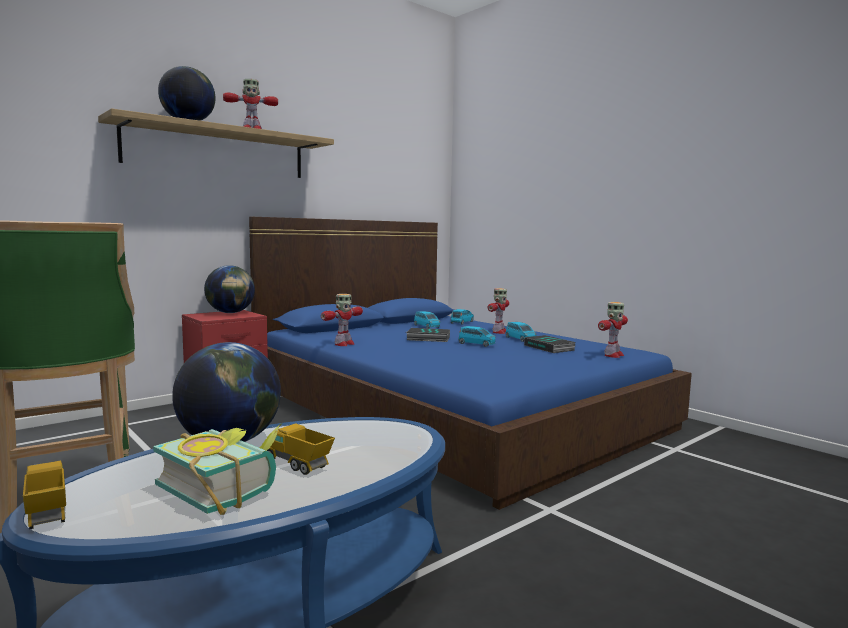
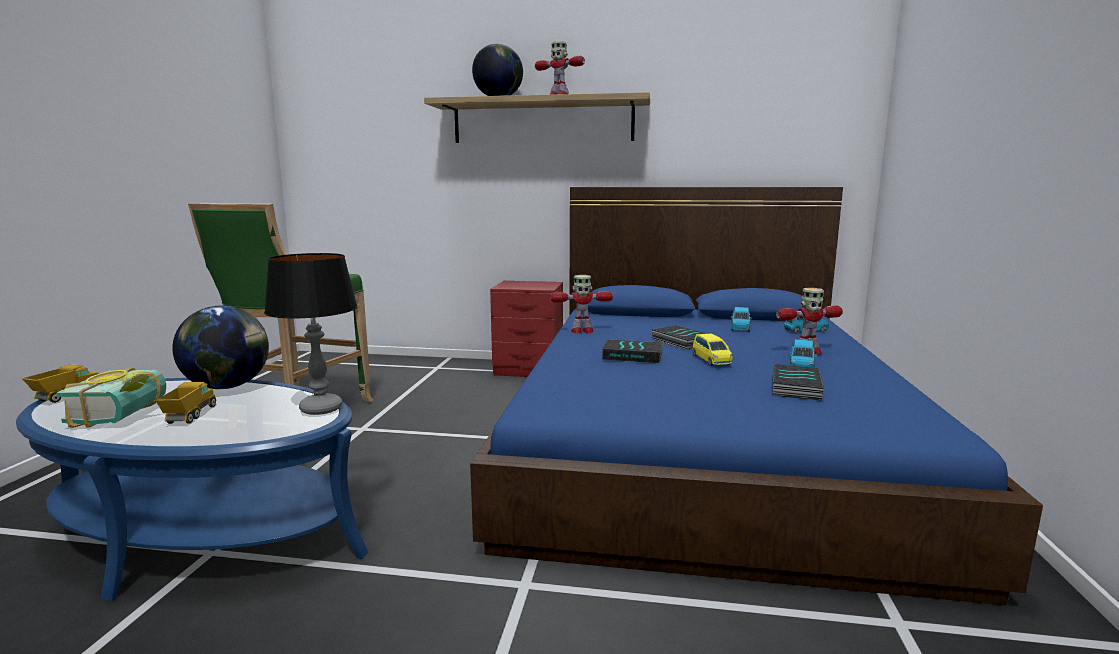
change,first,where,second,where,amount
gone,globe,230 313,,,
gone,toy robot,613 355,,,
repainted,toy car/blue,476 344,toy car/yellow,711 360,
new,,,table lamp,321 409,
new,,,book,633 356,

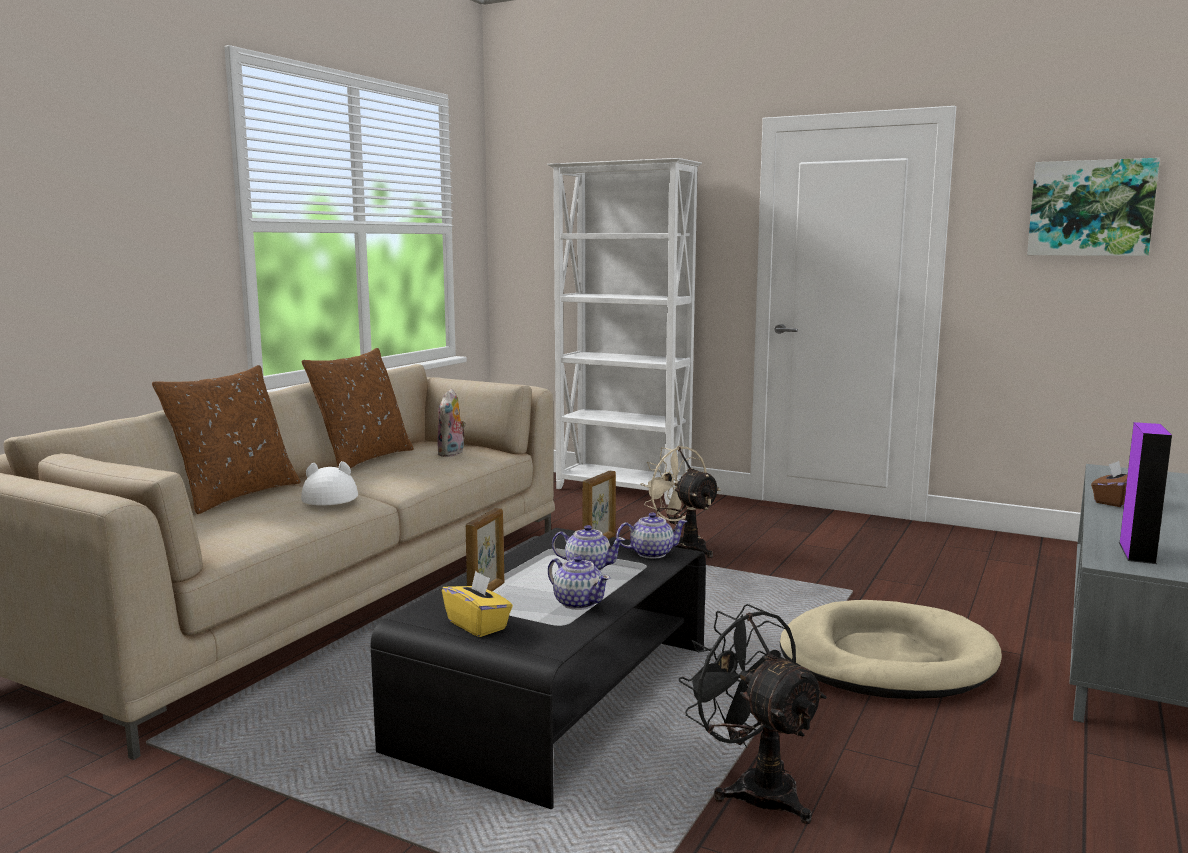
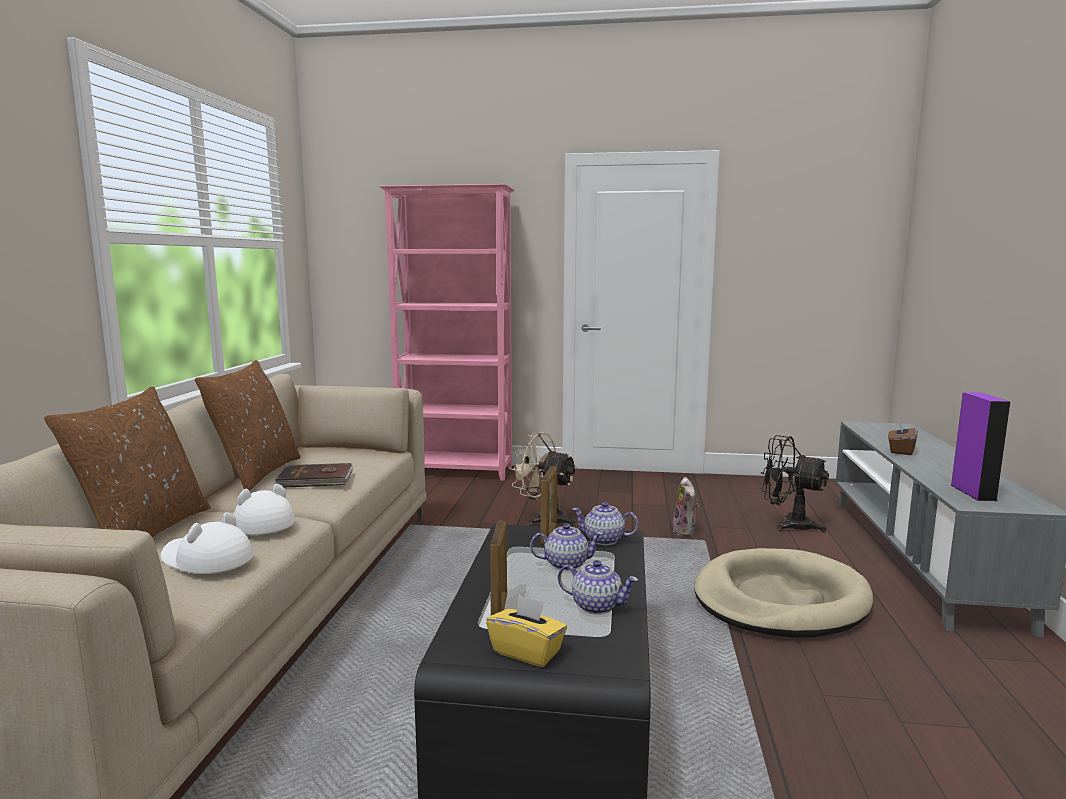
change,first,where,second,where,amount
repainted,bookcase/white,623 491,bookcase/pink,456 472,
gone,picture,1091 208,,,
shifted,plush toy,452 453,,686 531,
rotated,teapot,651 553,,604 540,135 degrees counterclockwise
shifted,fan/black,754 787,,788 524,
new,,,book/brown,315 479,
new,,,hat/white,206 560,

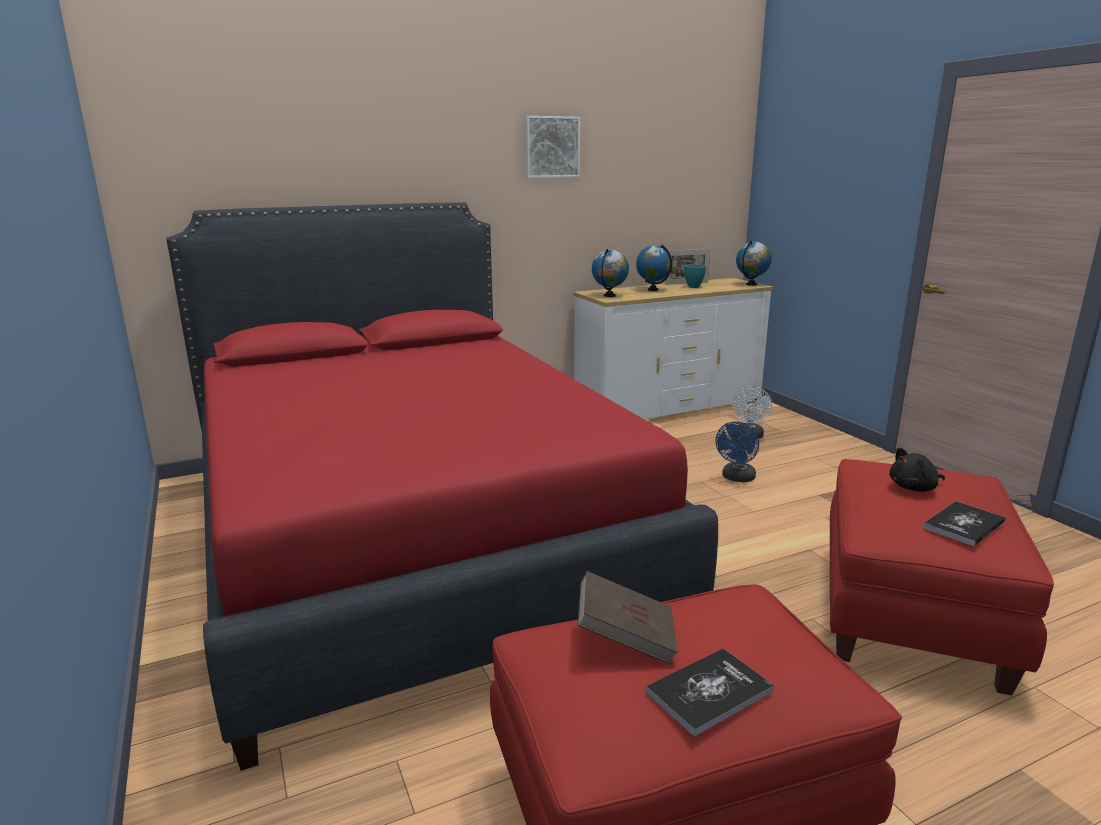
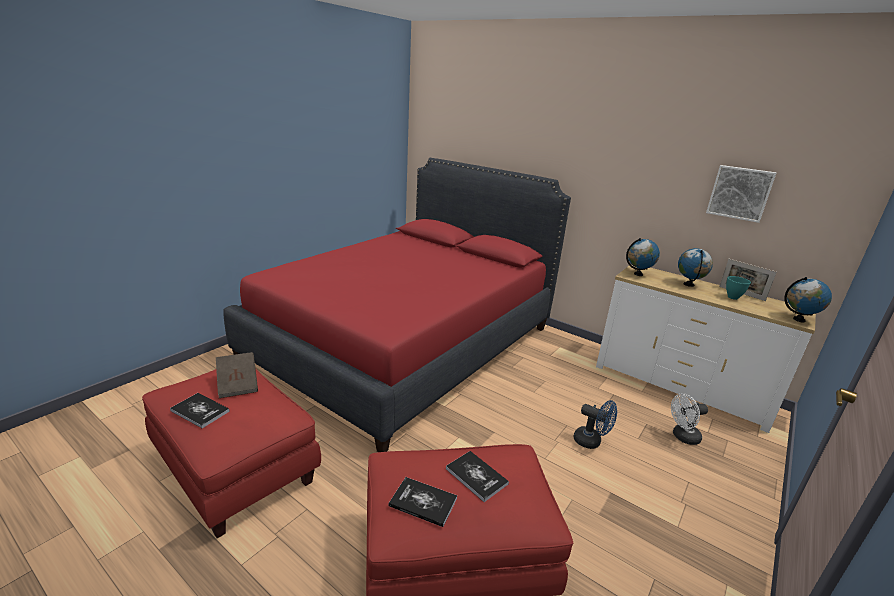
change,first,where,second,where,amount
shifted,picture,551 147,,740 193,
rotated,fan/blue,737 478,,591 442,150 degrees counterclockwise
swapped,plush toy/black,914 488,book,476 476,

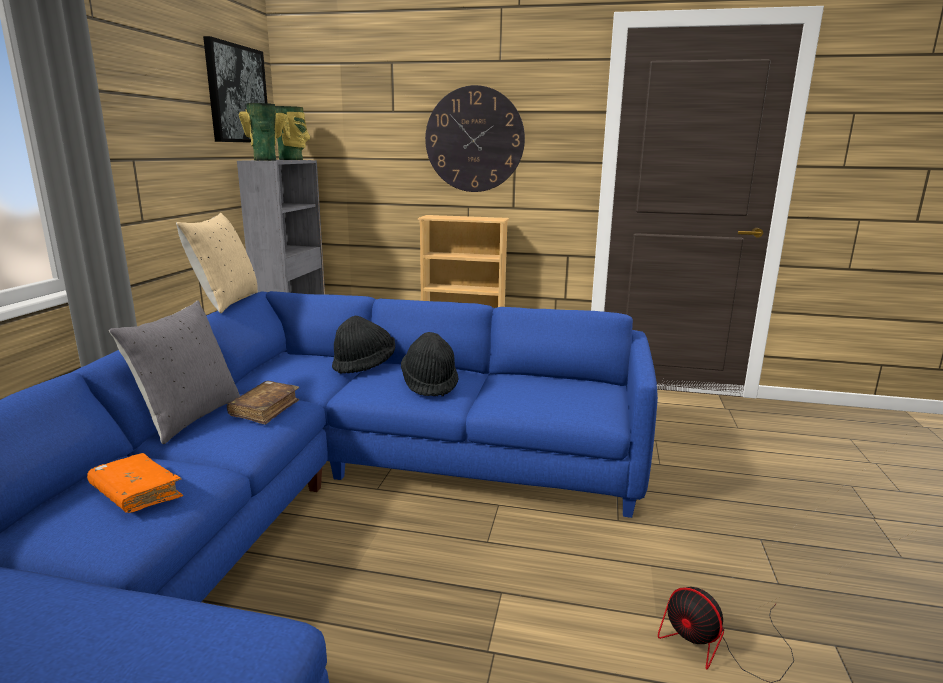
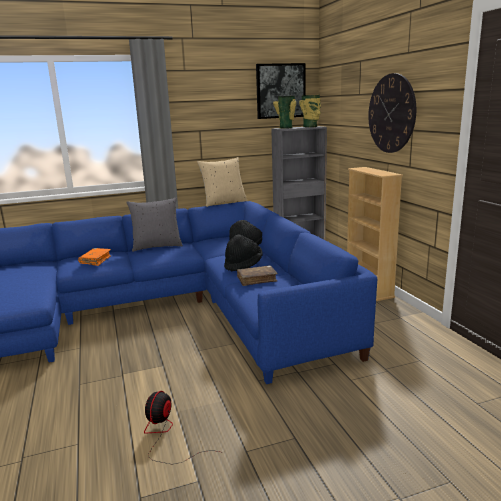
change,first,where,second,where,amount
shifted,book/brown,265 409,,257 280,

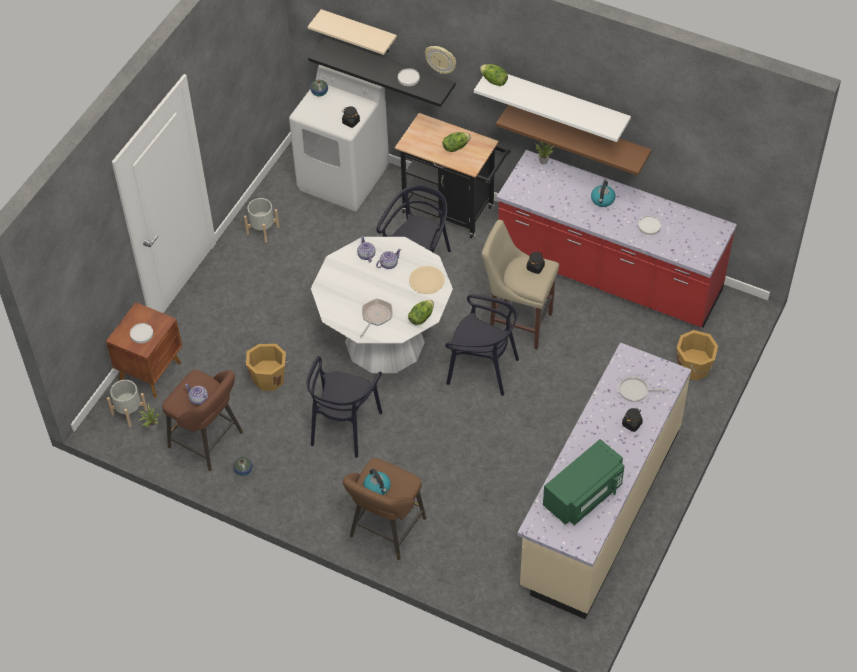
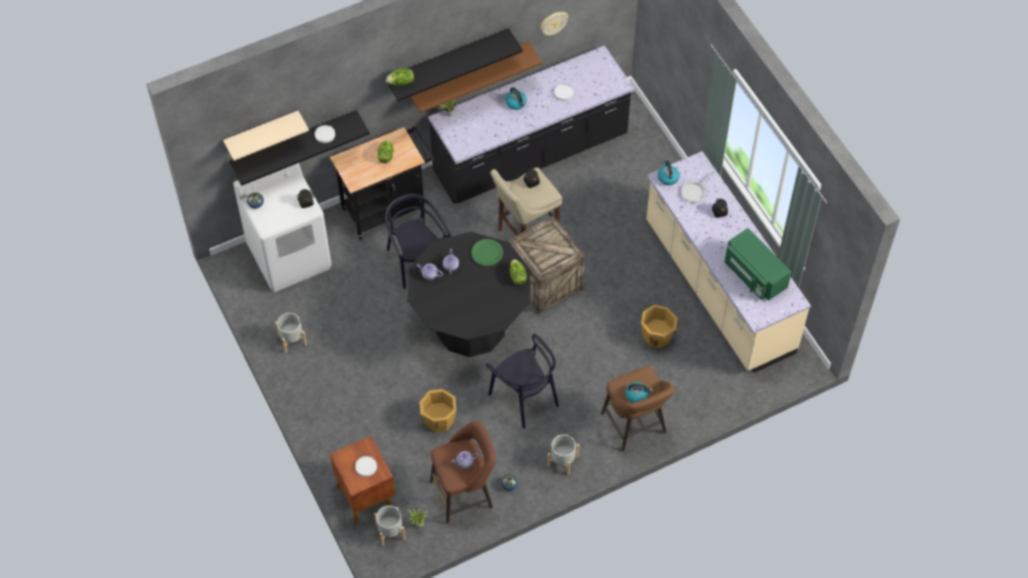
change,first,where,second,where,amount
shifted,wall clock,441 59,,553 23,
repainted,shelf/white,558 101,shelf/black,447 60,
repainted,counter/red,608 275,counter/black,531 155,
repainted,dining table/white,384 342,dining table/black,470 326,
repainted,plate/beige,426 281,plate/green,487 253,
swapped,chair/black,482 369,crate,546 281,
gone,frying pan,375 316,,,
shifted,bucket/orange,694 367,,657 335,
rotated,microwave/green,584 495,,754 275,150 degrees clockwise
new,,,kettle,667 177,
new,,,planter/grey,563 461,

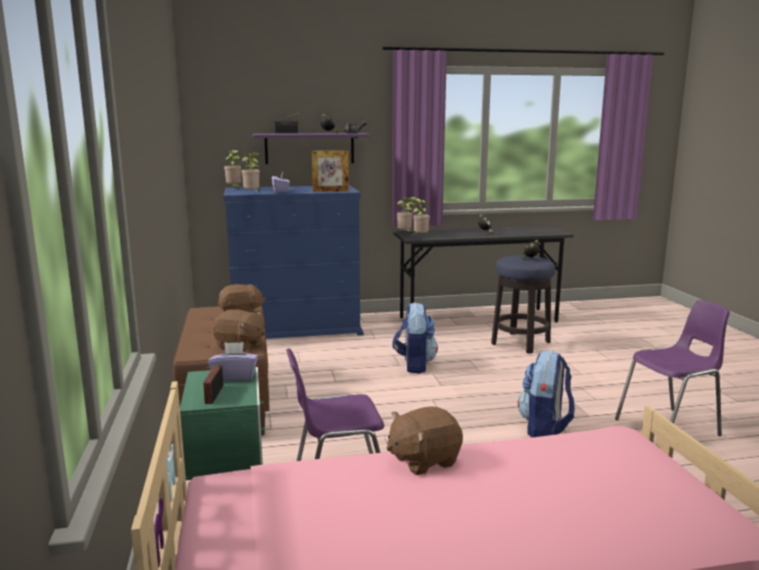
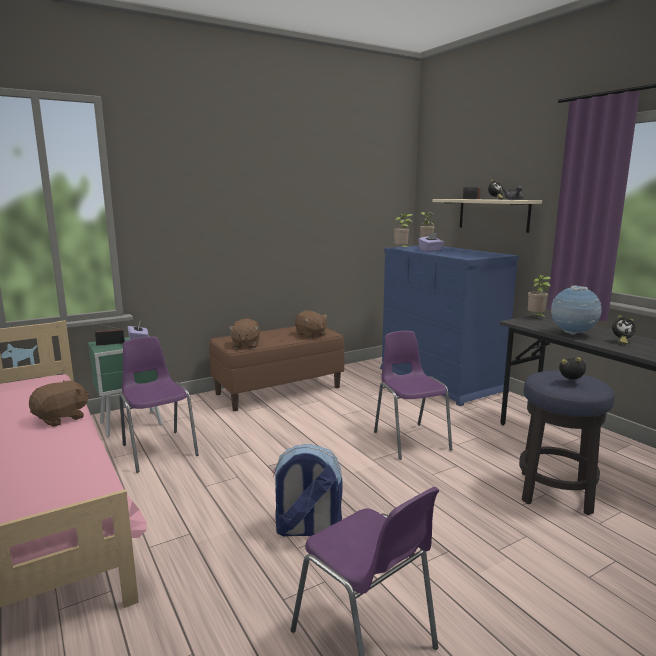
change,first,where,second,where,amount
repainted,shelf/purple,309 148,shelf/beige,493 214,
gone,picture frame,330 191,,,
gone,potted plant,419 237,,,
swapped,backpack,414 365,chair/purple,410 440,
rotated,plush toy/brown,423 460,,61 418,90 degrees clockwise
new,,,globe,572 334,

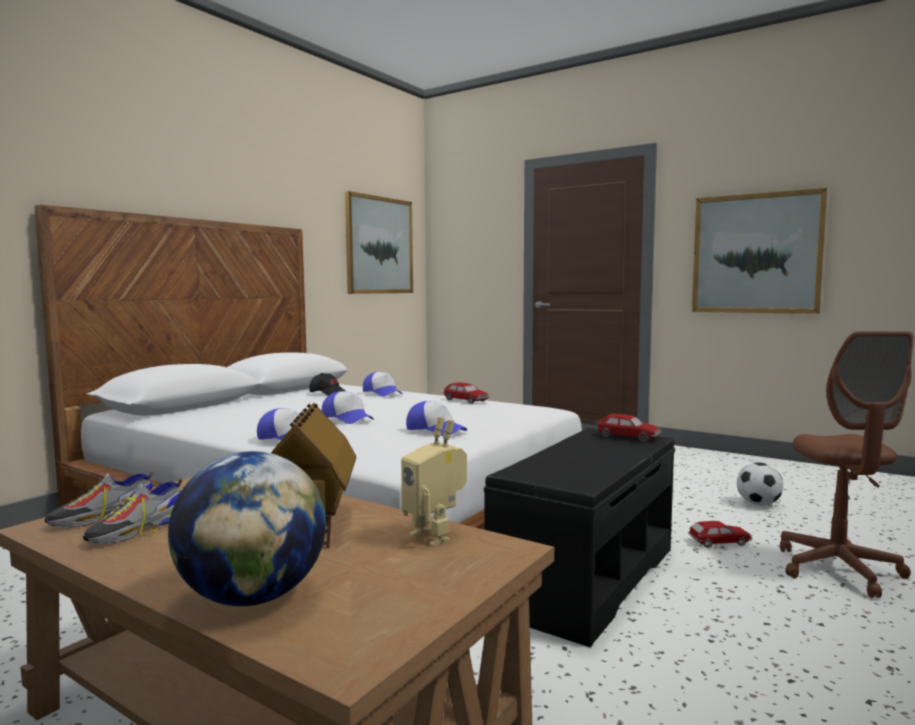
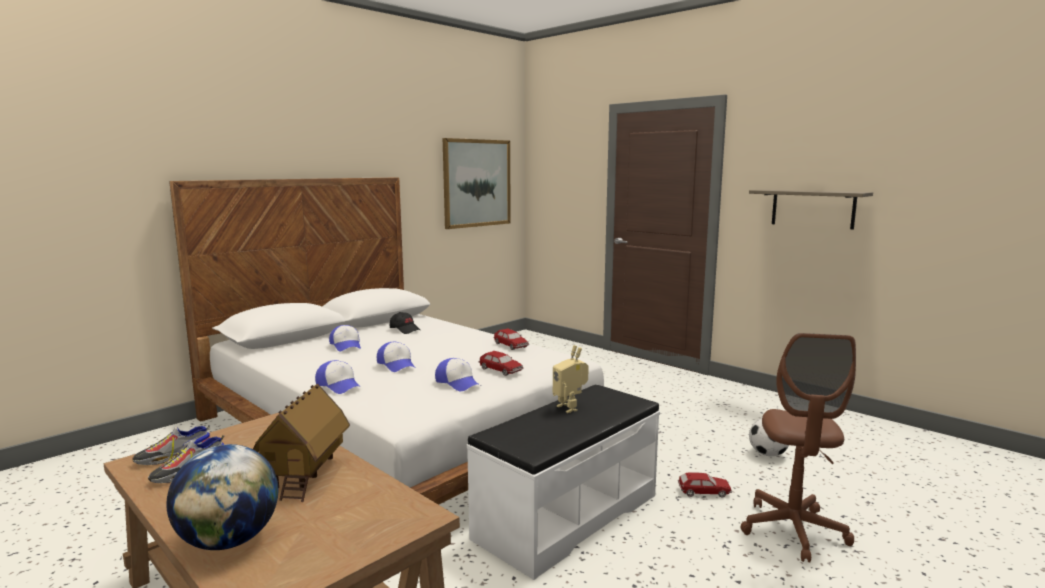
change,first,where,second,where,amount
swapped,picture,756 253,shelf,812 208,
shifted,cap,383 393,,346 345,
shifted,toy car,628 437,,501 370,
shifted,toy robot,435 535,,570 407,
repainted,bench/black,585 578,bench/white,566 515,

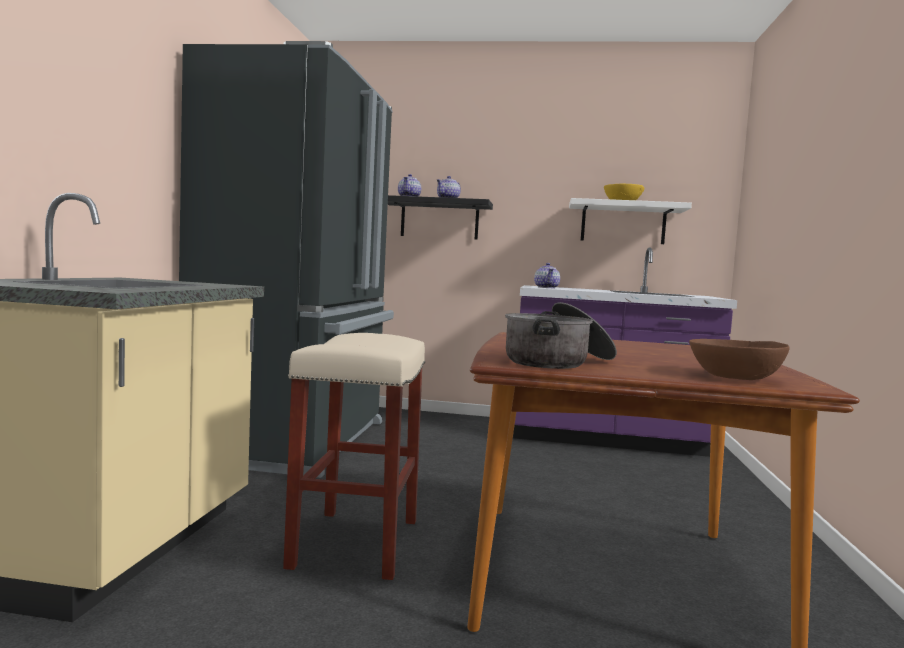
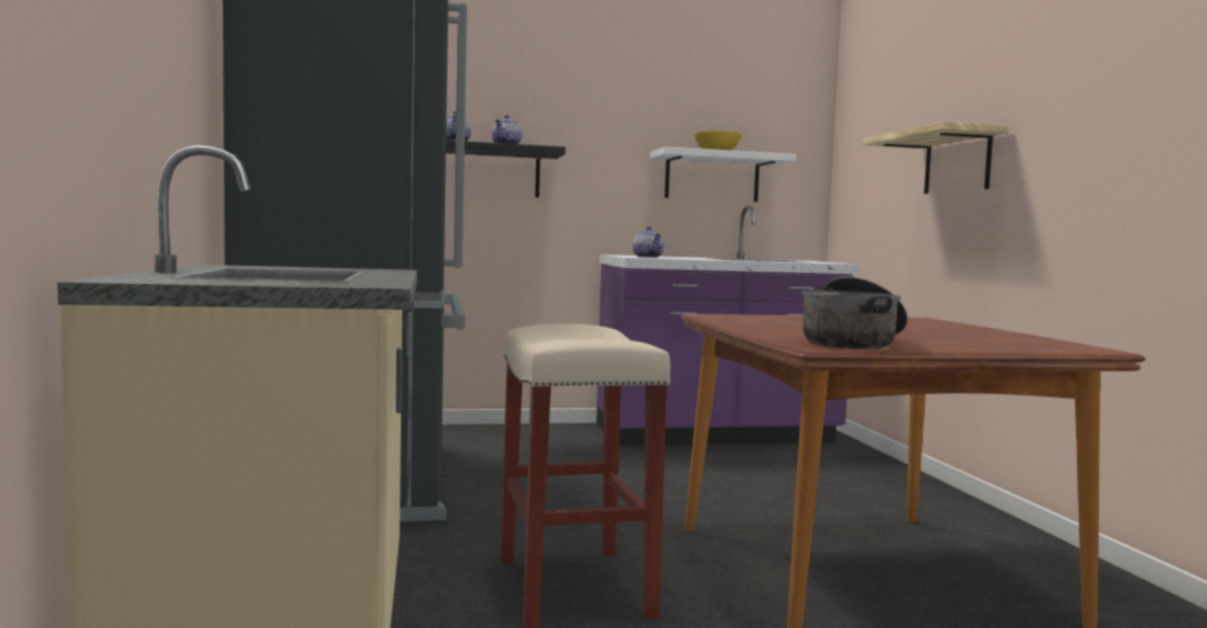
change,first,where,second,where,amount
gone,bowl/brown,734 377,,,
new,,,shelf,957 162,

